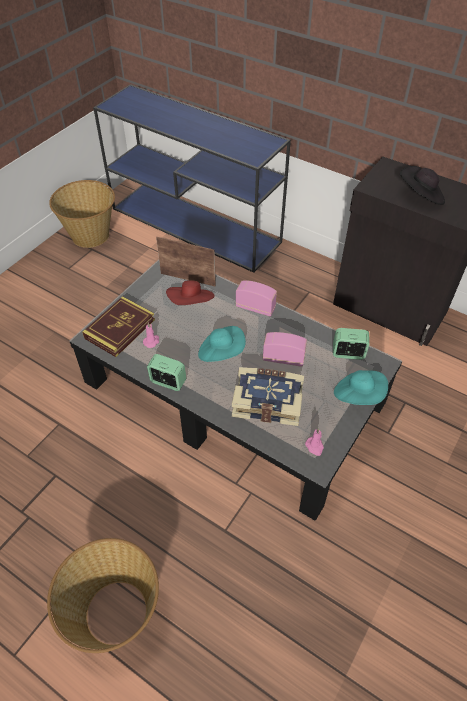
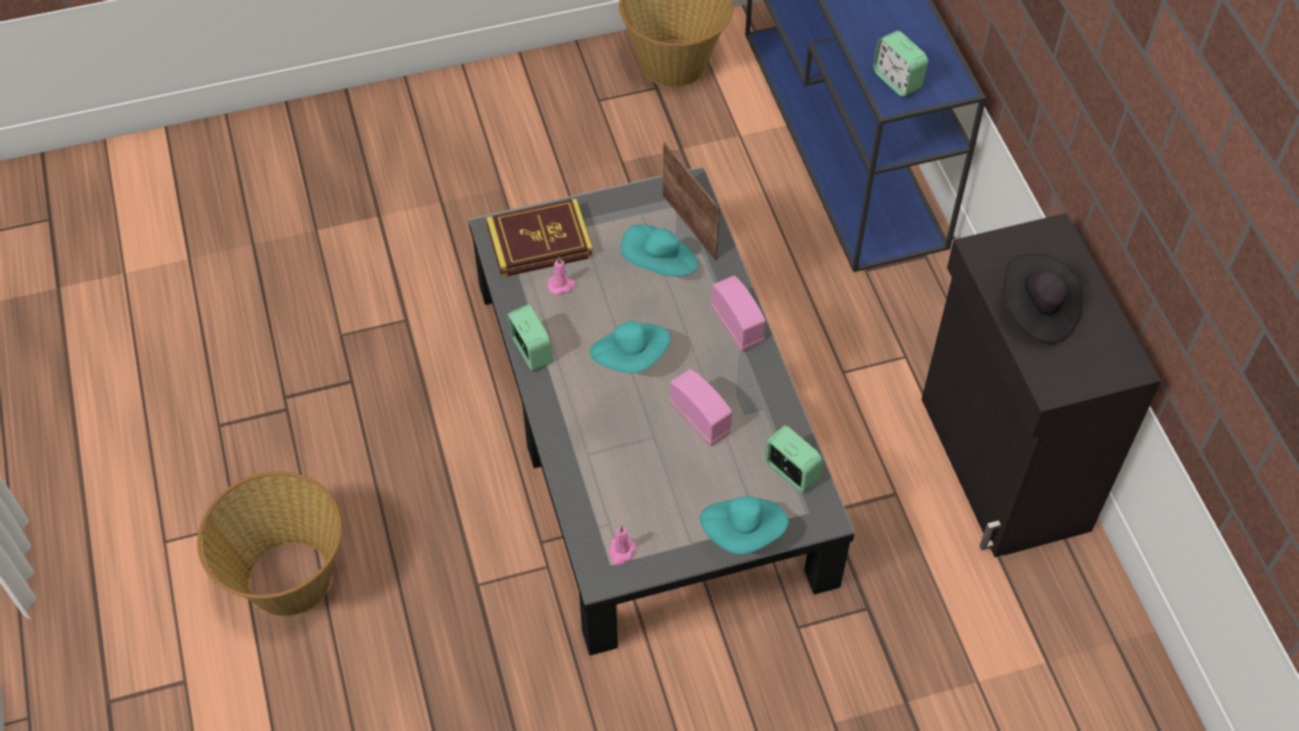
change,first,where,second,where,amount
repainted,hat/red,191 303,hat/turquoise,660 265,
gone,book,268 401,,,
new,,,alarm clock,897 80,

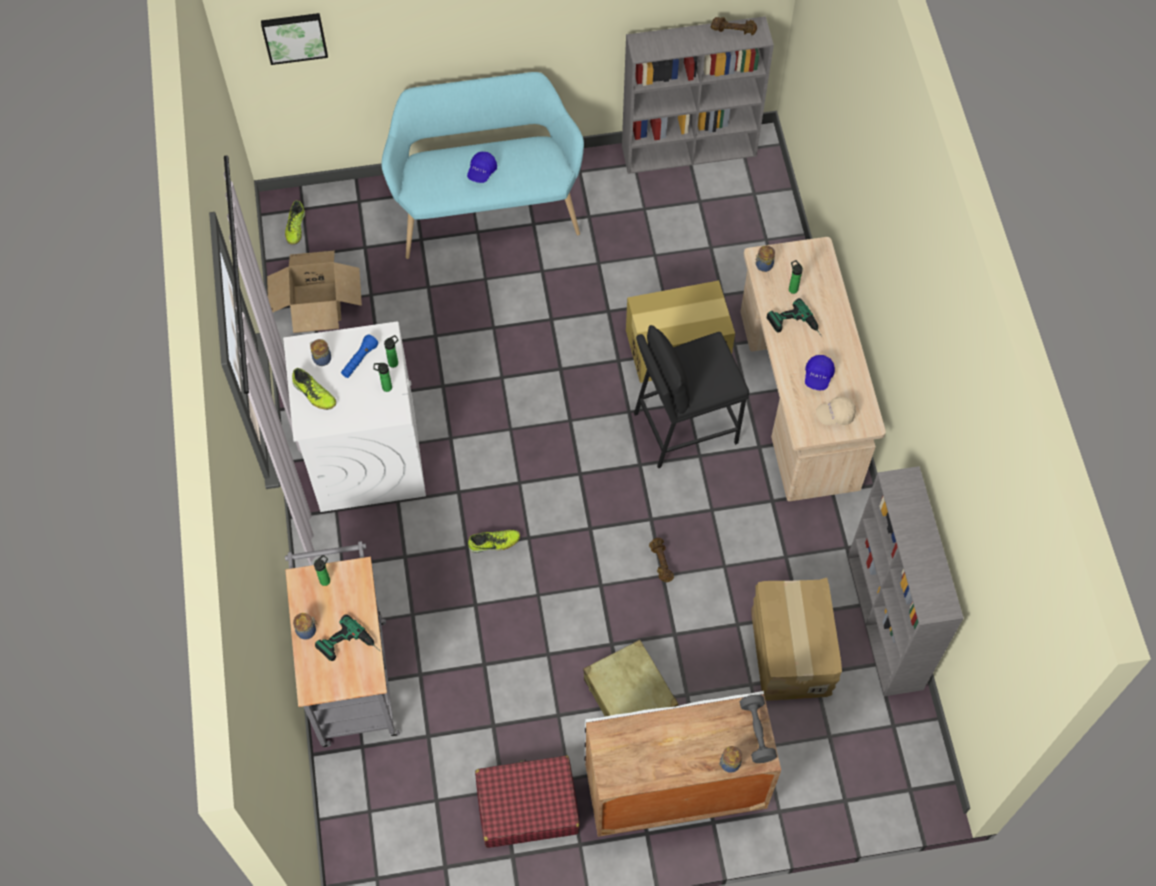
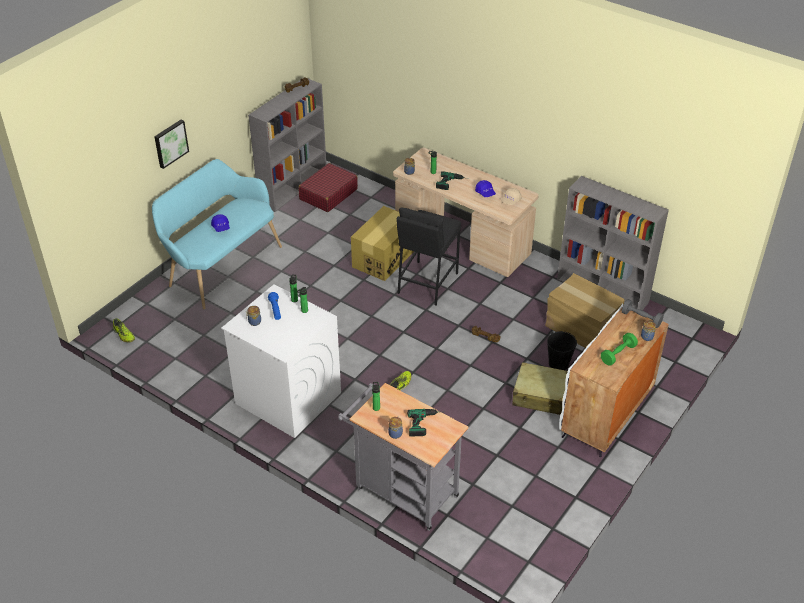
change,first,where,second,where,amount
shifted,picture,294 36,,170 143,
gone,cardboard box,316 303,,,
gone,shoe,314 394,,,
shifted,suitcase/red,527 806,,328 194,
new,,,bucket/black,558 363,
new,,,dumbbell/green,618 354,

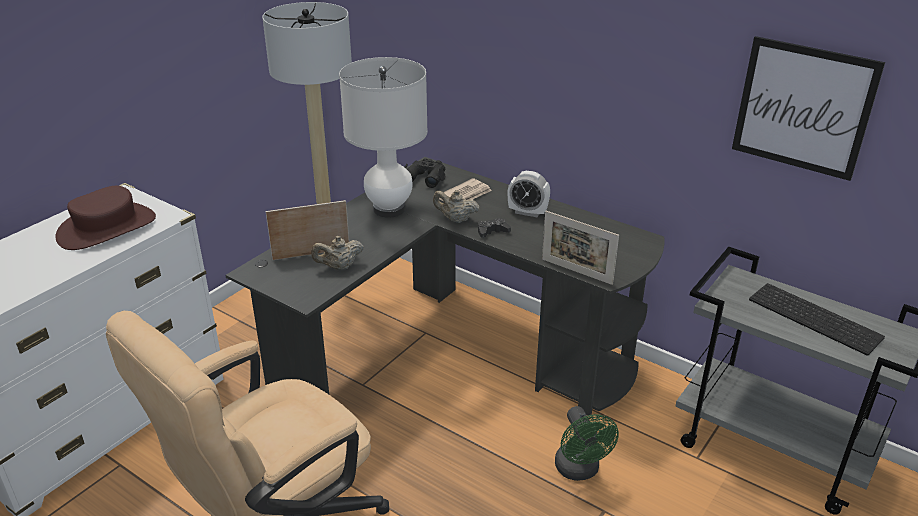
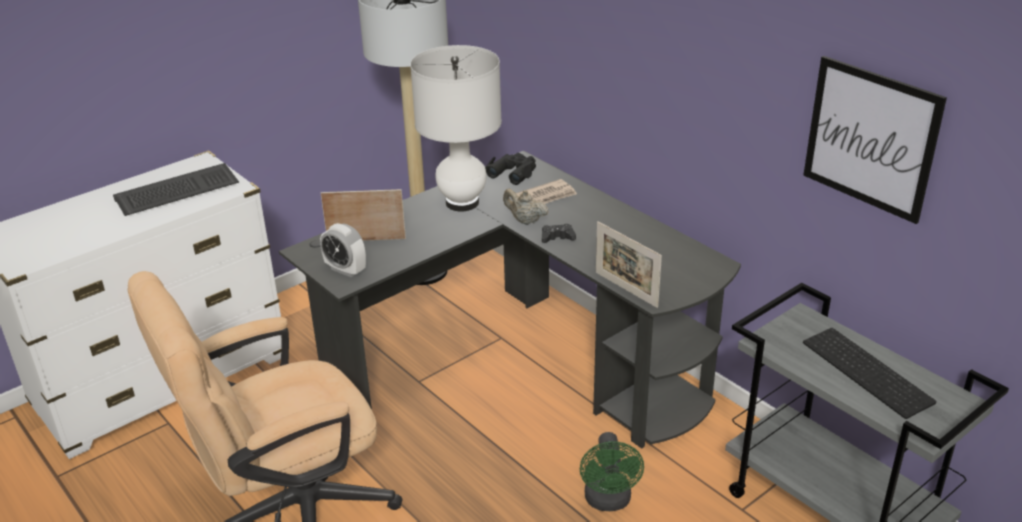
change,first,where,second,where,amount
shifted,alarm clock,527 212,,345 270,
swapped,hat/brown,107 228,keyboard,176 193,
gone,teapot/beige,339 267,,,

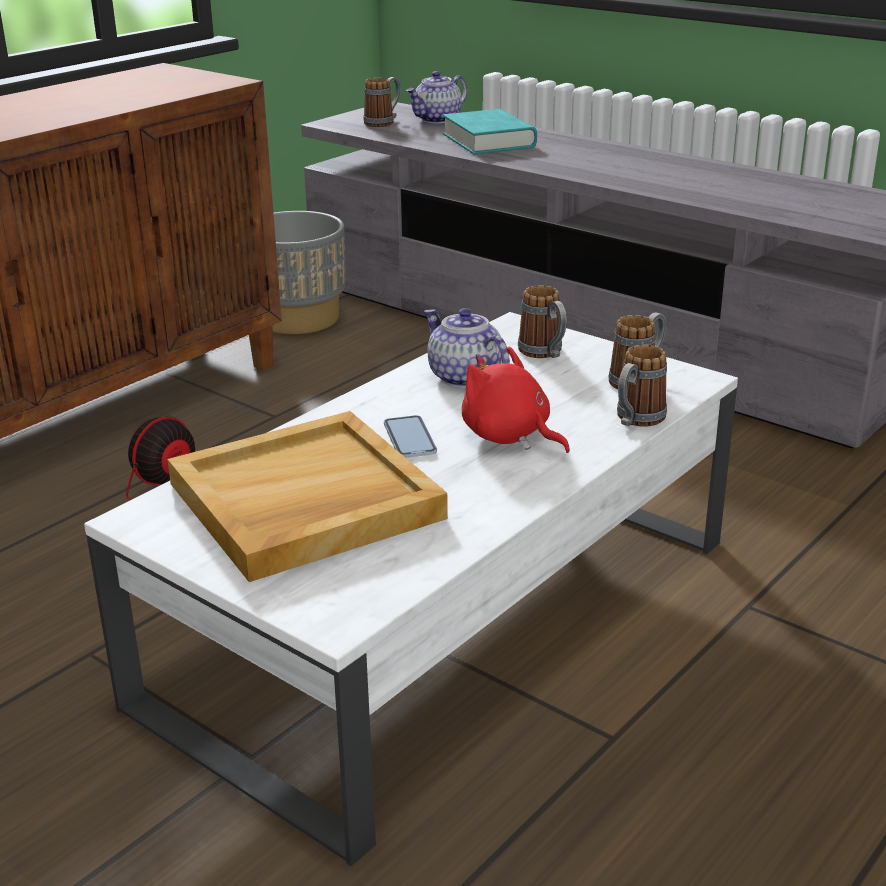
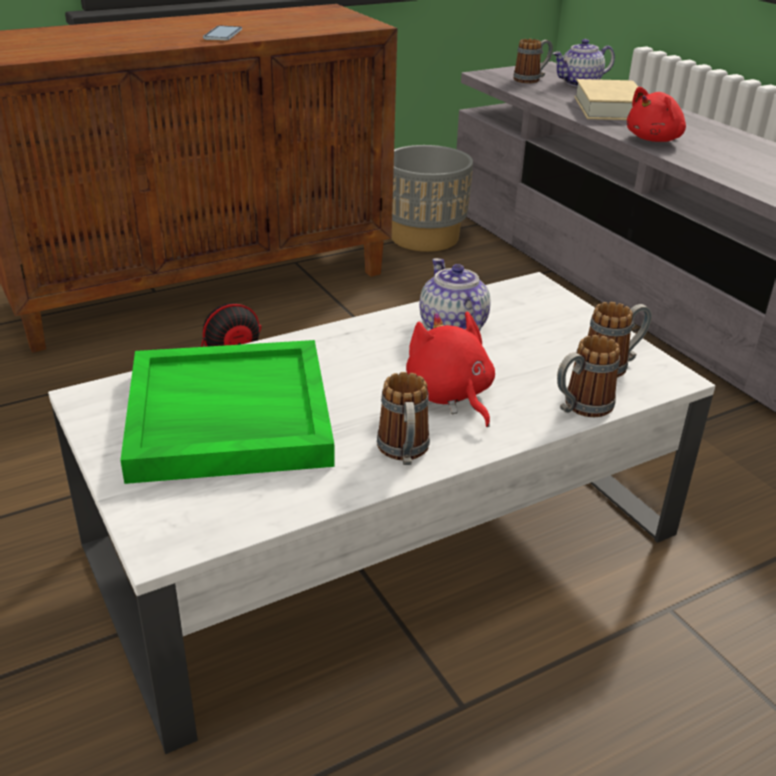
change,first,where,second,where,amount
repainted,book/turquoise,489 141,book/beige,610 108,
shifted,mug,545 354,,404 453,
repainted,tray/beige,304 502,tray/green,227 417,
shifted,phone,409 439,,223 35,
new,,,plush toy/red,655 139,

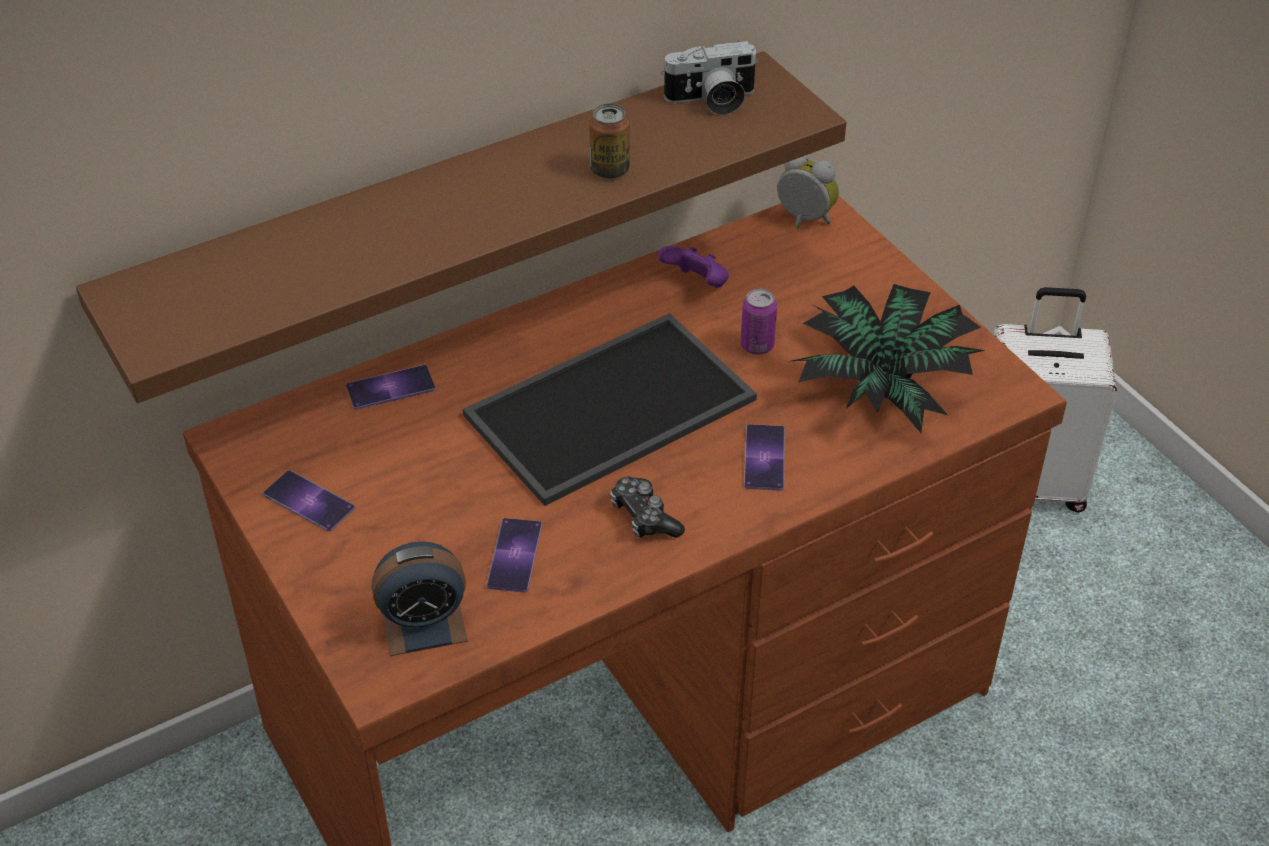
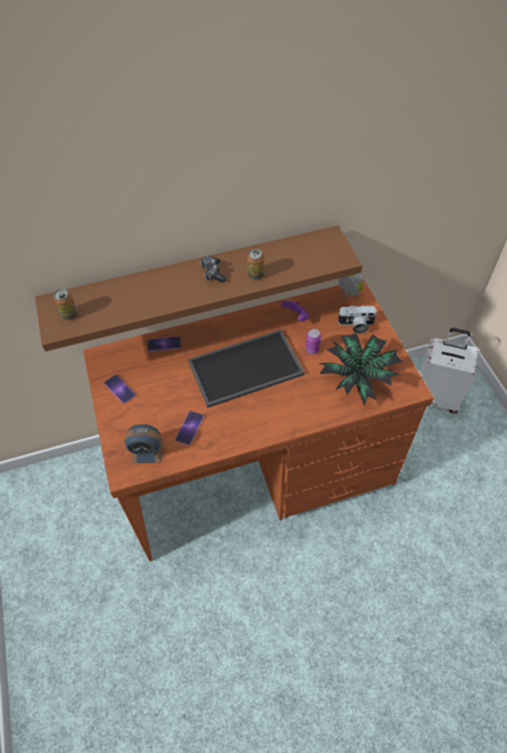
change,first,where,second,where,amount
shifted,photo camera,711 100,,356 325,
gone,phone,764 457,,,
shifted,game controller,644 517,,213 273,
new,,,can,69 314,

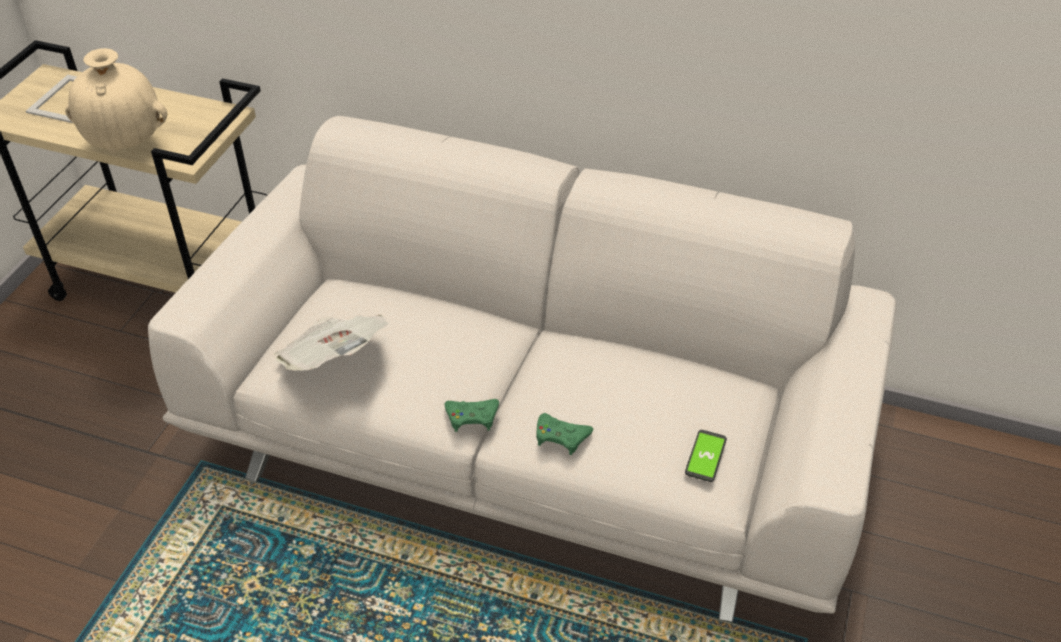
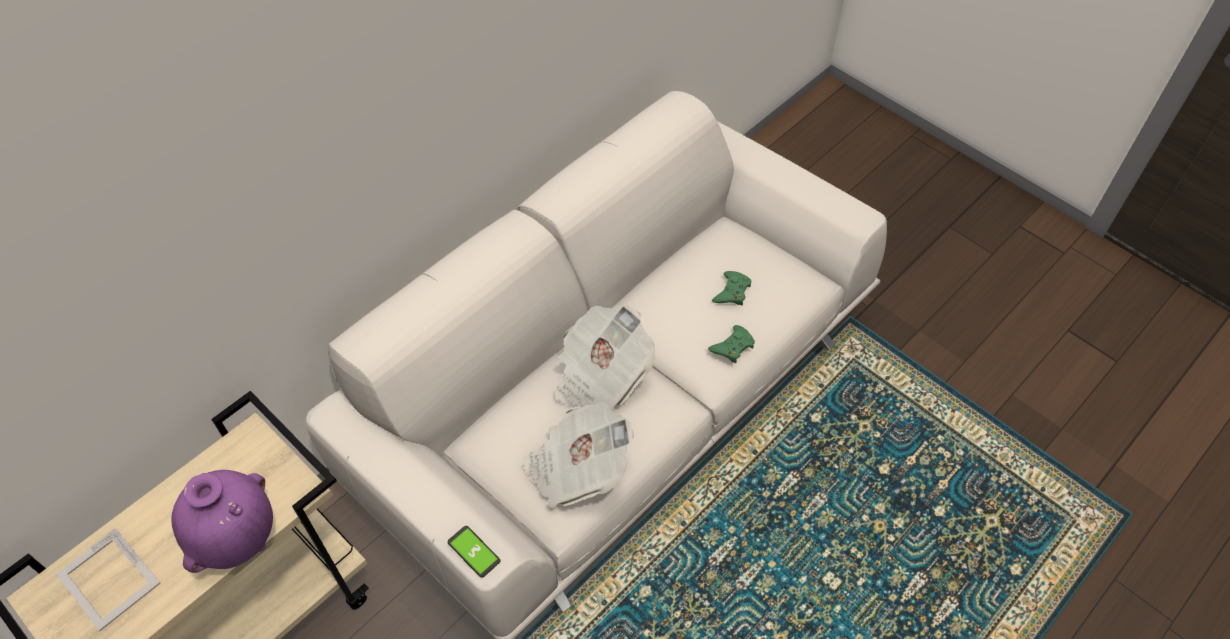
change,first,where,second,where,amount
repainted,vase/beige,127 145,vase/purple,239 539,
shifted,game controller/green,472 417,,732 292,
shifted,phone,705 456,,473 552,
new,,,newspaper,600 375,

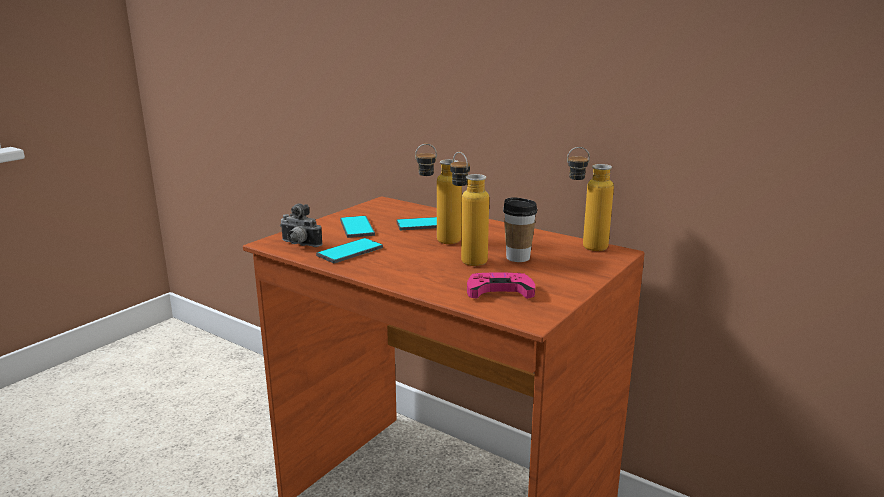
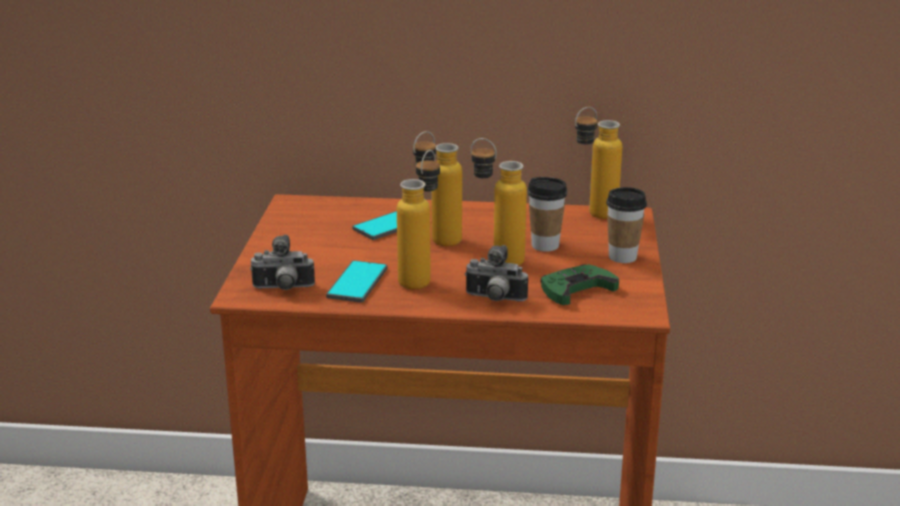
change,first,where,second,where,amount
gone,phone,357 227,,,
repainted,game controller/pink,499 291,game controller/green,576 290,
new,,,bottle,421 278,
new,,,cup,622 257,
new,,,photo camera,494 299,

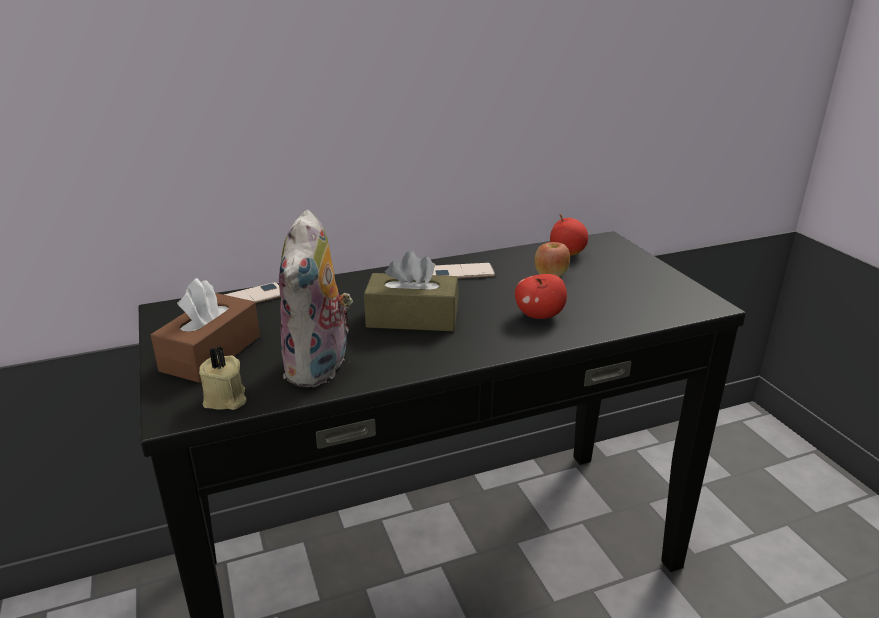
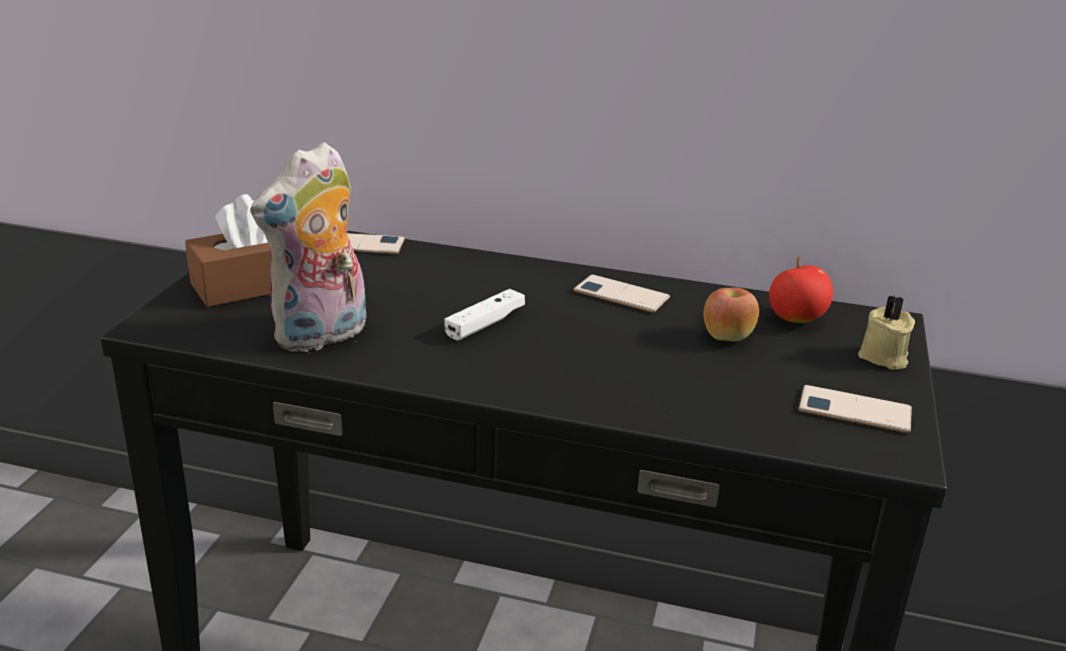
change,first,where,second,where,amount
swapped,tissue box/brown,412 318,game controller/white,485 324,
gone,apple,539 315,,,
shifted,candle/beige,225 399,,883 357,
new,,,phone,854 410,

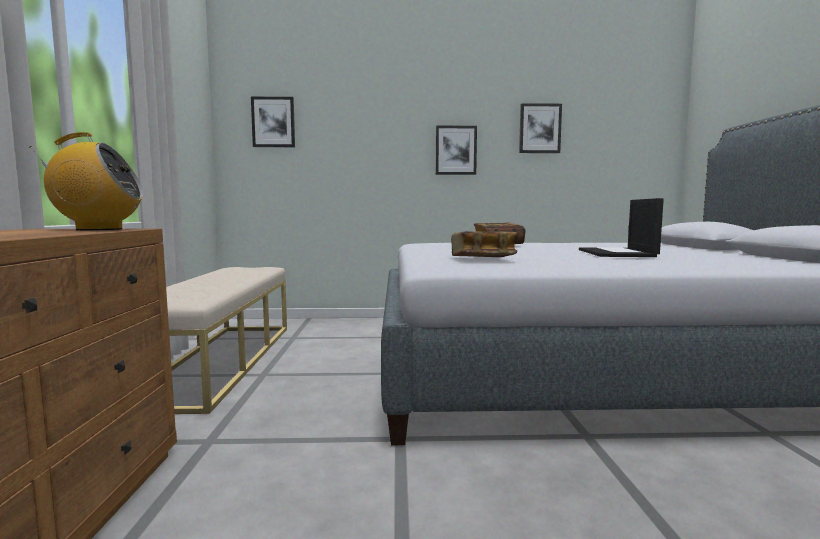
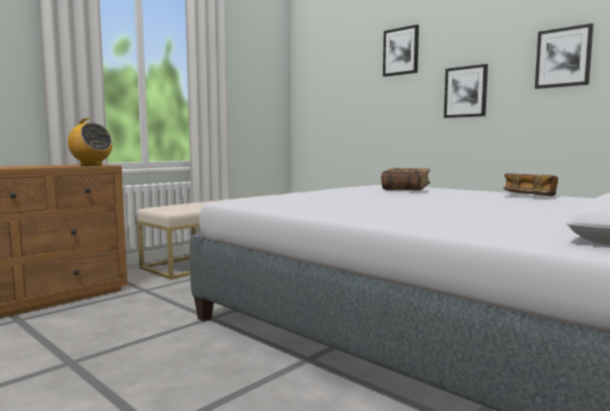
change,first,where,second,where,amount
shifted,picture,273 122,,401 51,
gone,laptop,617 253,,,
shifted,book,482 259,,529 196,

